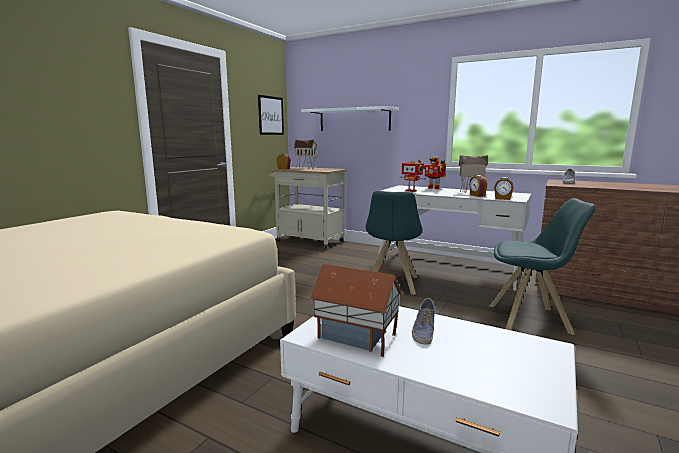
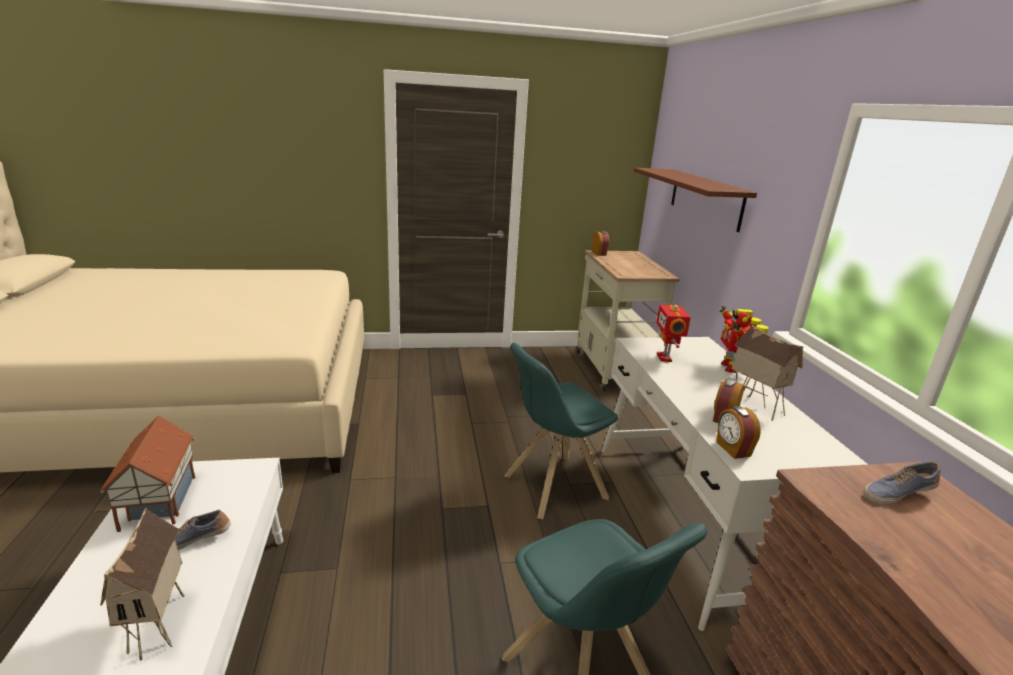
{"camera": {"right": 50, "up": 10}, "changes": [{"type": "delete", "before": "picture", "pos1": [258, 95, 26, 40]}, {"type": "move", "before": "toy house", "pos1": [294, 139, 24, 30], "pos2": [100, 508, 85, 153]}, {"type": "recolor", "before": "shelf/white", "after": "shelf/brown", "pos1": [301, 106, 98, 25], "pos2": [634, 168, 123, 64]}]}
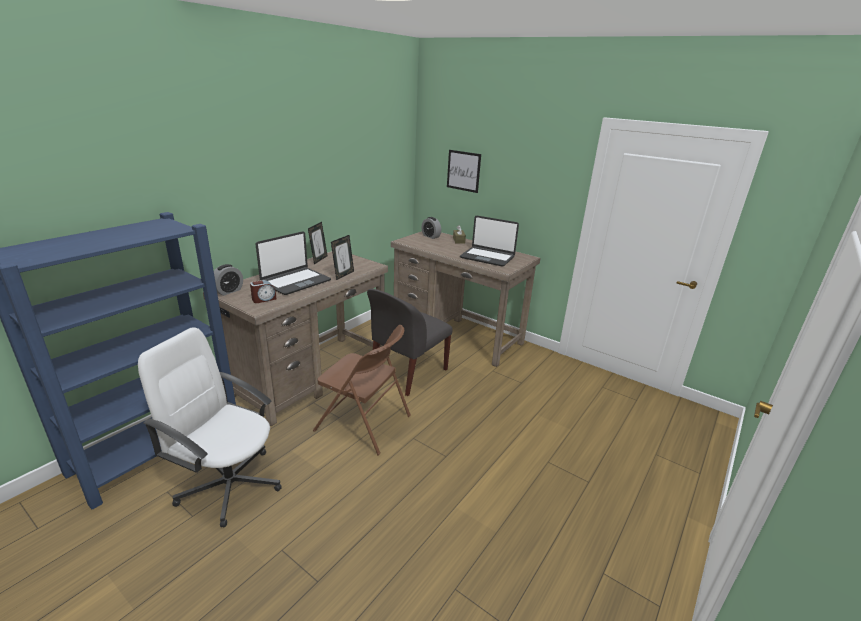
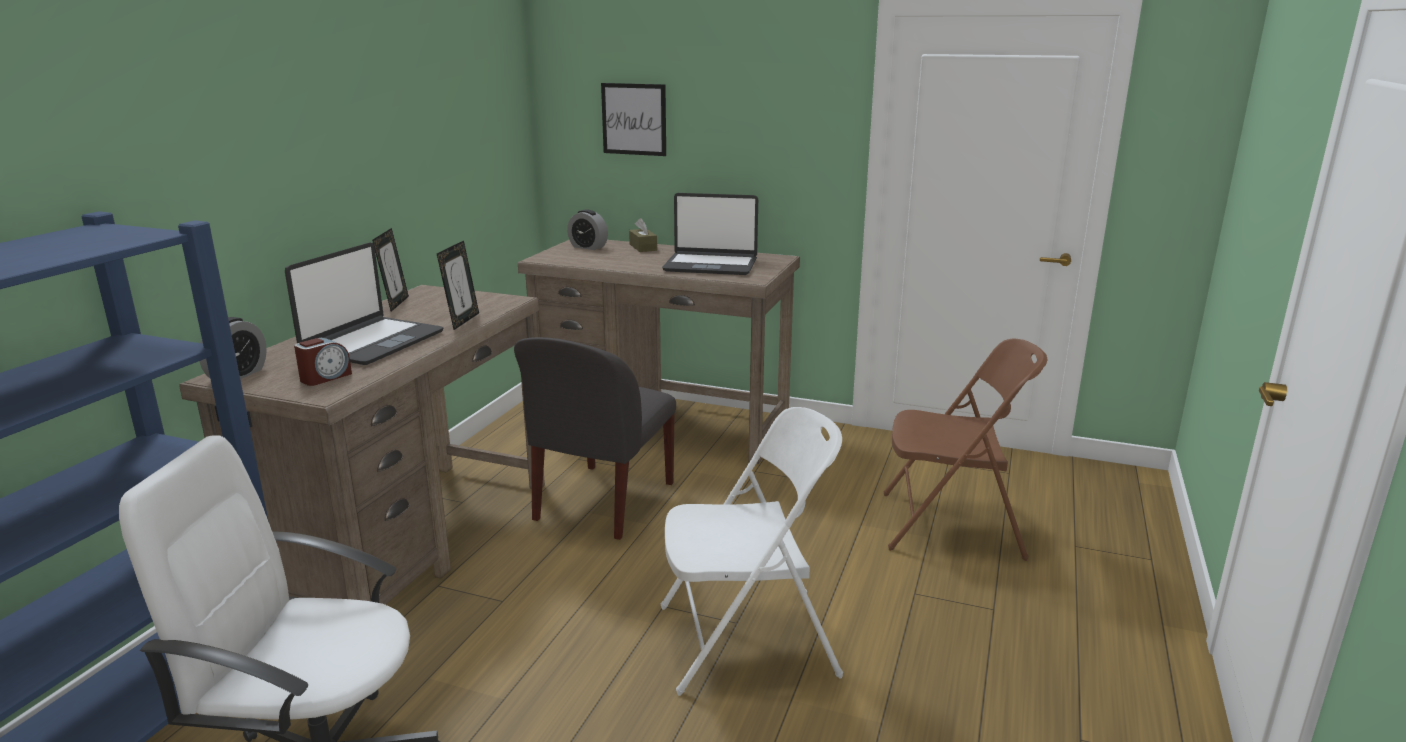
{"camera": {"right": -15, "up": -5}, "changes": [{"type": "insert", "after": "chair/white", "pos2": [661, 407, 182, 289]}, {"type": "move", "before": "chair/brown", "pos1": [313, 325, 98, 131], "pos2": [884, 339, 163, 222]}]}
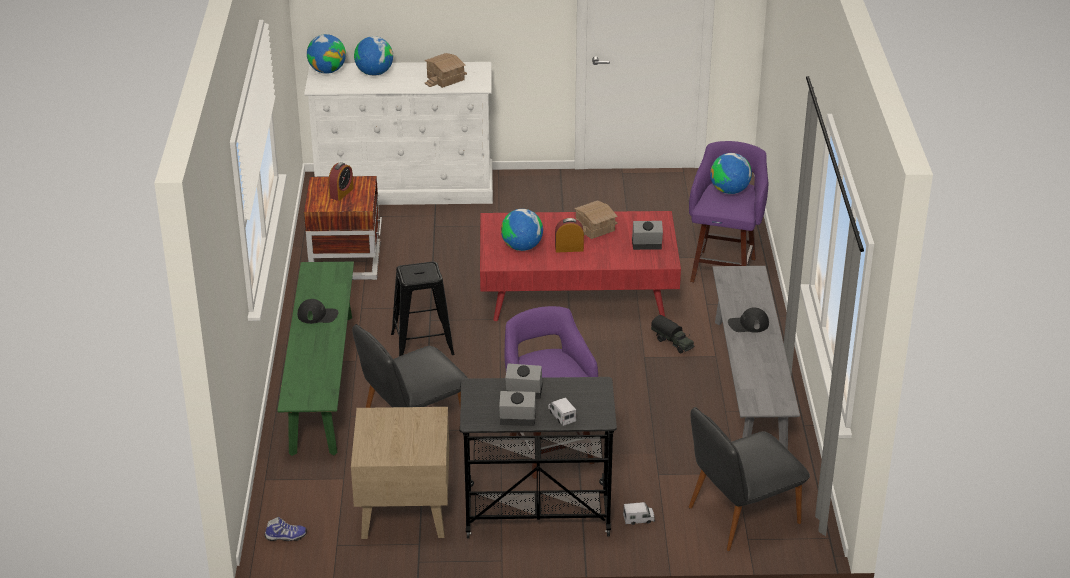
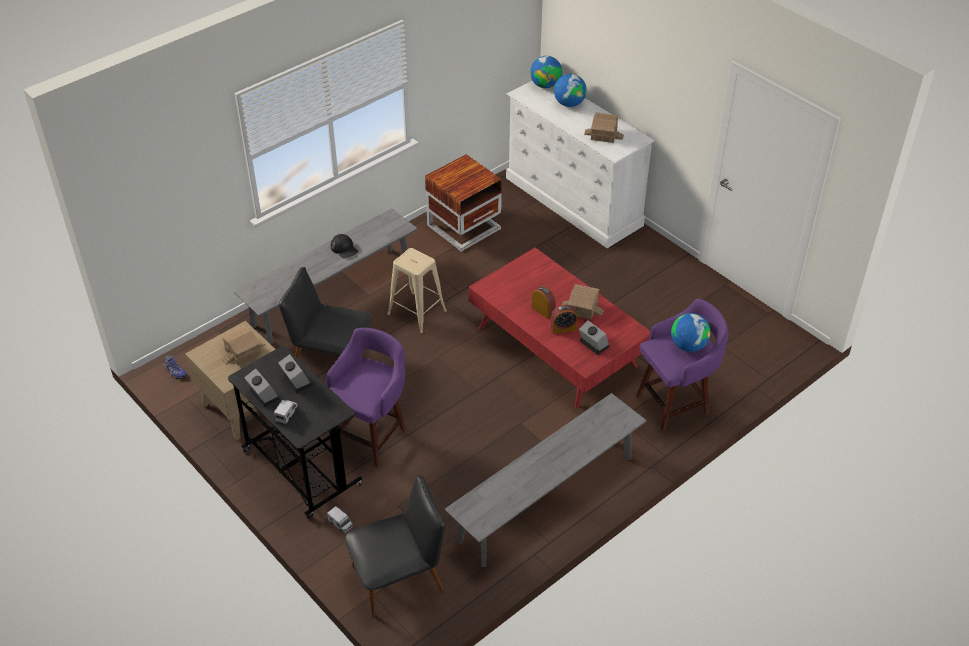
{"camera": {"right": 50, "up": 10}, "changes": [{"type": "delete", "before": "globe", "pos1": [501, 209, 42, 42]}, {"type": "delete", "before": "toy truck", "pos1": [651, 315, 44, 38]}, {"type": "delete", "before": "cap/black", "pos1": [728, 307, 41, 26]}, {"type": "insert", "after": "toy house", "pos2": [221, 325, 44, 40]}, {"type": "move", "before": "alarm clock", "pos1": [329, 162, 25, 39], "pos2": [551, 304, 26, 30]}, {"type": "recolor", "before": "bench/green", "after": "bench/grey", "pos1": [277, 262, 77, 194], "pos2": [234, 208, 184, 136]}, {"type": "recolor", "before": "stool/black", "after": "stool/beige", "pos1": [391, 261, 64, 95], "pos2": [387, 248, 60, 85]}, {"type": "rotate", "before": "chair/black", "pos1": [689, 407, 121, 144], "pos2": [345, 475, 101, 142], "turn": 135}]}
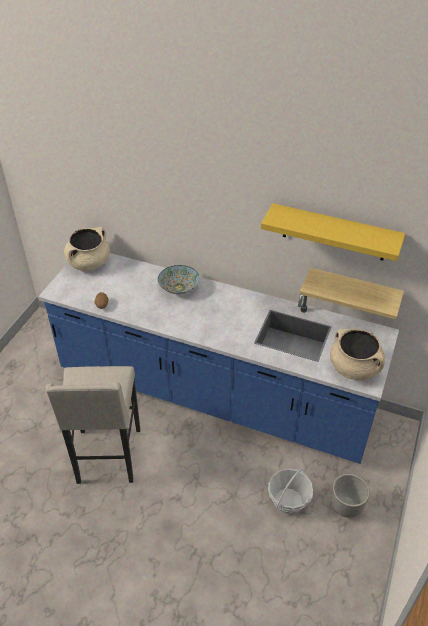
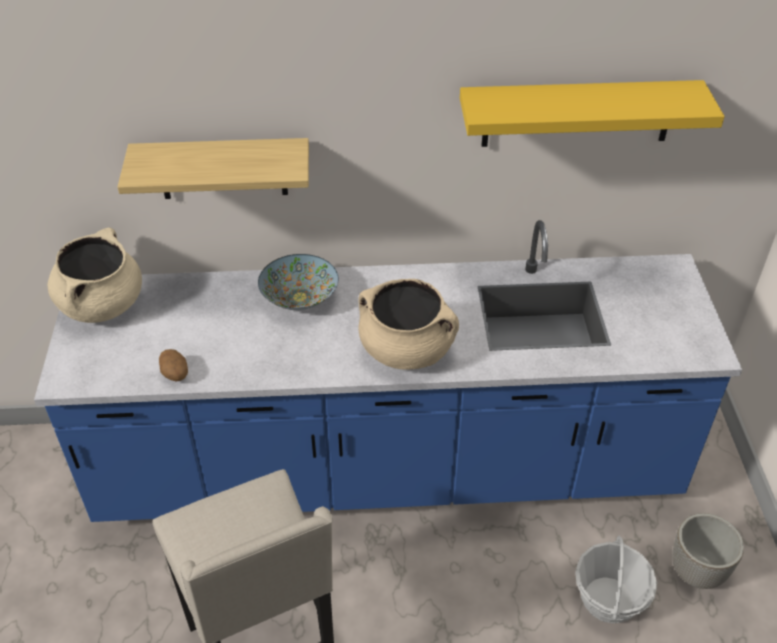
{"camera": {"right": -25, "up": 0}, "changes": [{"type": "move", "before": "shelf", "pos1": [299, 268, 105, 51], "pos2": [118, 138, 191, 61]}, {"type": "move", "before": "cooking pot/beige", "pos1": [330, 329, 55, 52], "pos2": [358, 279, 101, 91]}]}
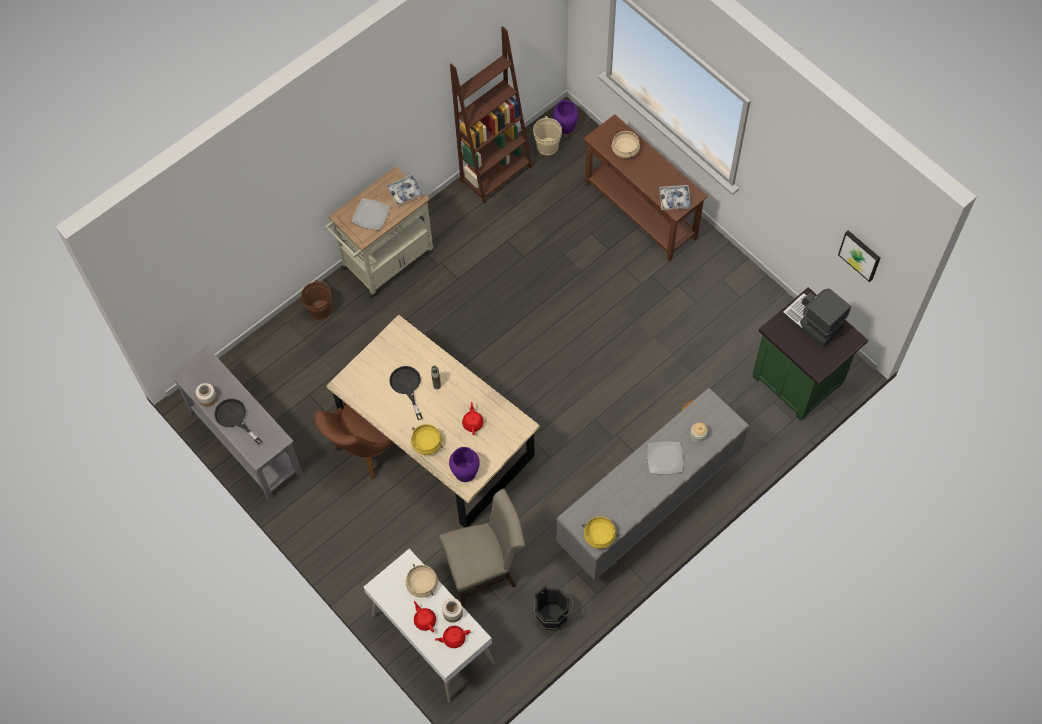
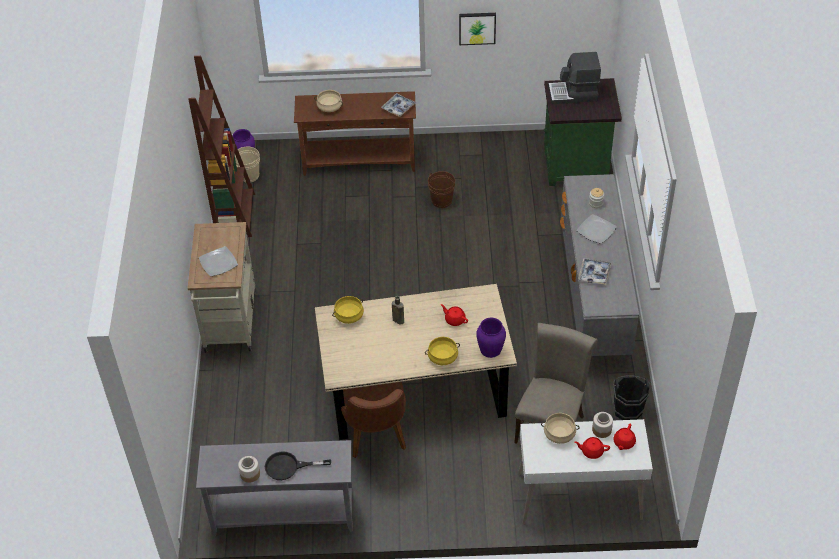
{"camera": {"right": -50, "up": -15}, "changes": [{"type": "delete", "before": "frying pan/black", "pos1": [389, 366, 34, 54]}, {"type": "move", "before": "bucket/brown", "pos1": [301, 280, 31, 40], "pos2": [428, 171, 27, 37]}, {"type": "move", "before": "tray", "pos1": [386, 174, 38, 32], "pos2": [578, 258, 34, 27]}, {"type": "move", "before": "cooking pot/yellow", "pos1": [582, 516, 37, 33], "pos2": [332, 296, 32, 28]}, {"type": "move", "before": "picture", "pos1": [838, 230, 42, 52], "pos2": [459, 13, 37, 32]}]}
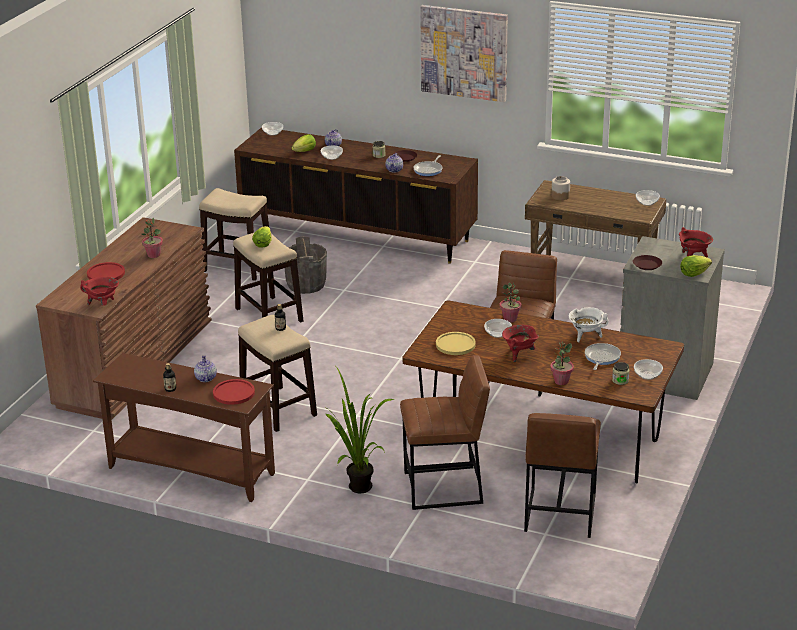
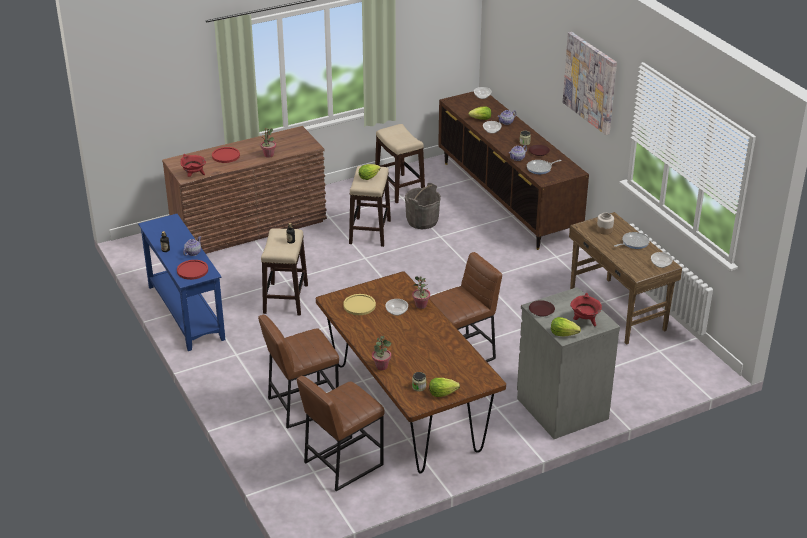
{"camera": {"right": 40, "up": 5}, "changes": [{"type": "delete", "before": "potted plant", "pos1": [324, 367, 70, 126]}, {"type": "delete", "before": "cooking pot/red", "pos1": [502, 325, 37, 37]}, {"type": "delete", "before": "cooking pot/white", "pos1": [569, 307, 40, 35]}, {"type": "move", "before": "frying pan", "pos1": [585, 343, 36, 27], "pos2": [614, 232, 36, 17]}, {"type": "replace", "before": "bowl", "after": "lettuce", "pos1": [634, 359, 29, 21], "pos2": [429, 378, 31, 19]}, {"type": "recolor", "before": "console table/brown", "after": "console table/blue", "pos1": [93, 353, 182, 149], "pos2": [138, 214, 87, 137]}, {"type": "rotate", "before": "chair/brown", "pos1": [400, 355, 90, 155], "pos2": [258, 314, 81, 115], "turn": 120}]}
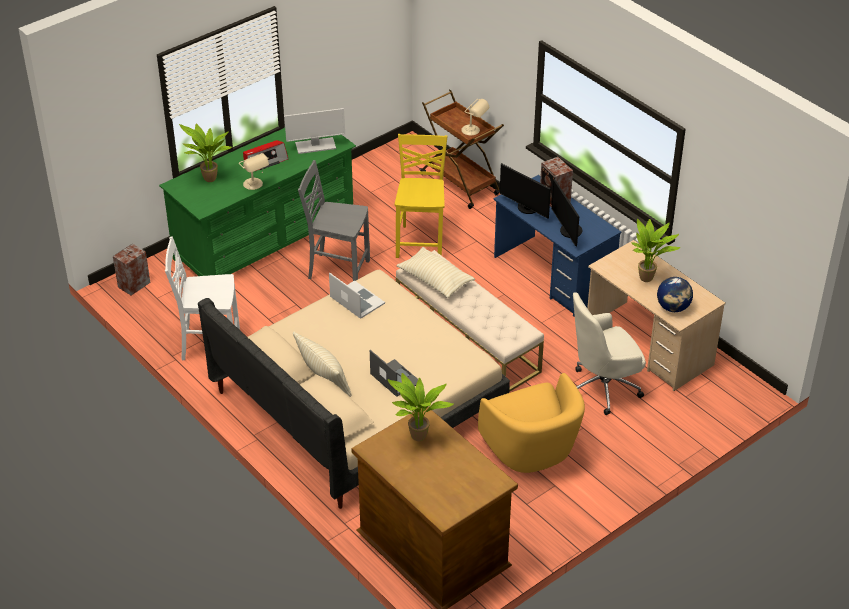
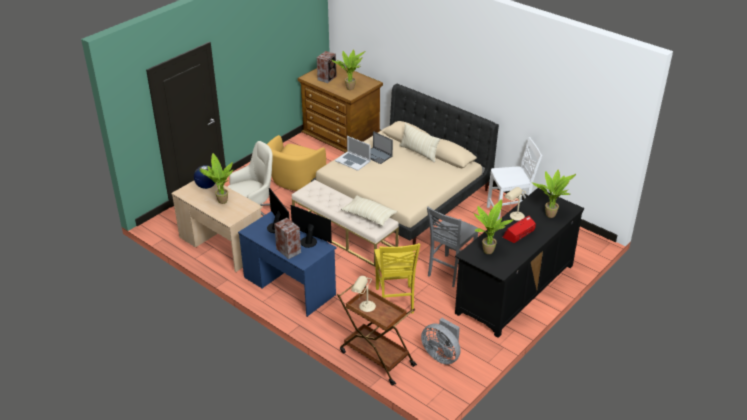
{"camera": {"right": 170, "up": -5}, "changes": [{"type": "insert", "after": "fan/grey", "pos2": [421, 318, 39, 46]}, {"type": "move", "before": "speaker", "pos1": [113, 243, 37, 52], "pos2": [317, 51, 20, 32]}, {"type": "move", "before": "laptop", "pos1": [329, 272, 56, 47], "pos2": [335, 136, 36, 35]}, {"type": "replace", "before": "monitor", "after": "potted plant", "pos1": [284, 108, 61, 46], "pos2": [474, 199, 40, 55]}, {"type": "recolor", "before": "dresser/green", "after": "dresser/black", "pos1": [159, 128, 197, 148], "pos2": [455, 188, 129, 150]}, {"type": "rotate", "before": "chair/grey", "pos1": [298, 160, 72, 121], "pos2": [427, 207, 51, 80], "turn": 120}, {"type": "rotate", "before": "armchair/yellow", "pos1": [478, 373, 107, 100], "pos2": [267, 135, 59, 56], "turn": -120}]}
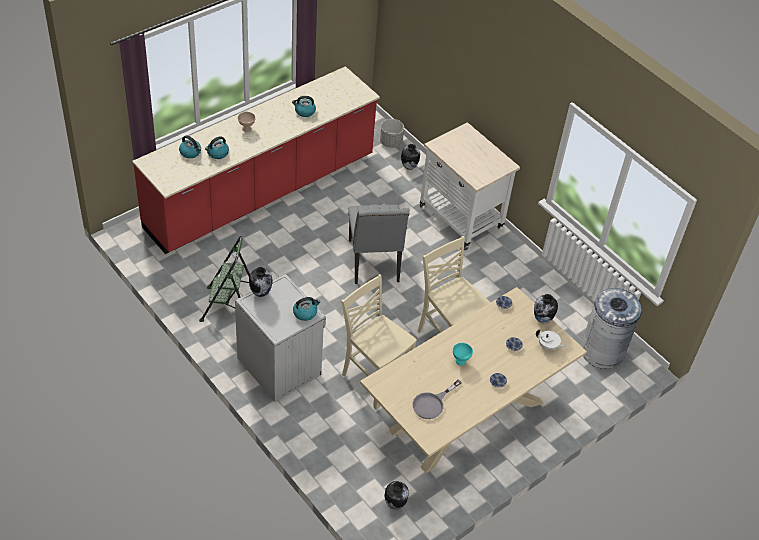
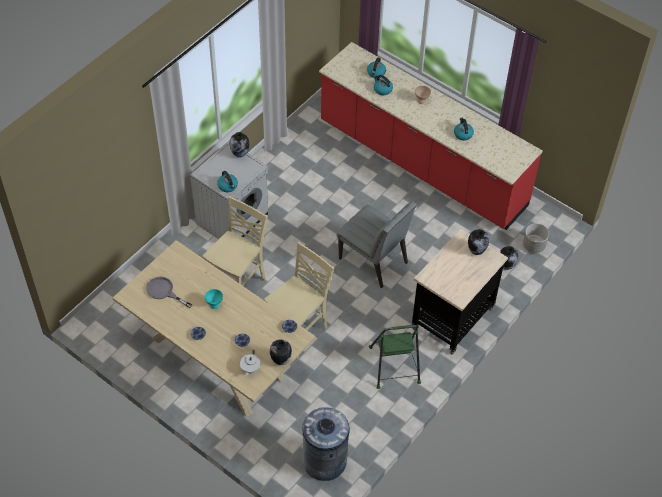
{"camera": {"right": 80, "up": 5}, "changes": [{"type": "move", "before": "step ladder/green", "pos1": [199, 236, 51, 86], "pos2": [369, 325, 52, 64]}, {"type": "move", "before": "vase", "pos1": [384, 481, 25, 29], "pos2": [468, 229, 21, 26]}, {"type": "recolor", "before": "cart/white", "after": "cart/black", "pos1": [419, 122, 101, 128], "pos2": [412, 228, 96, 127]}, {"type": "rotate", "before": "chair/grey", "pos1": [349, 204, 61, 80], "pos2": [337, 201, 79, 87], "turn": -120}]}
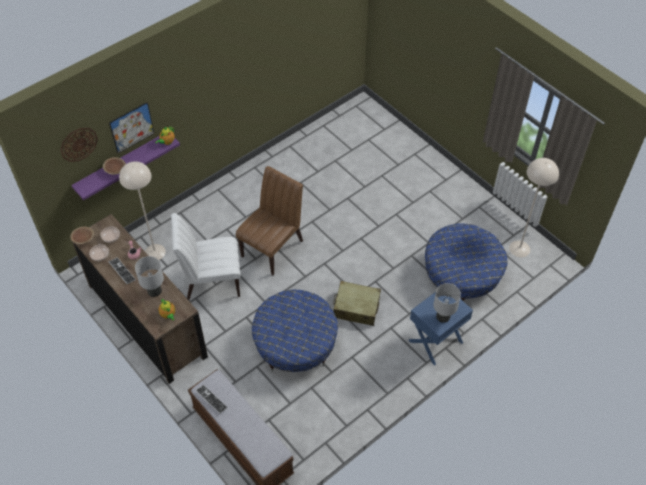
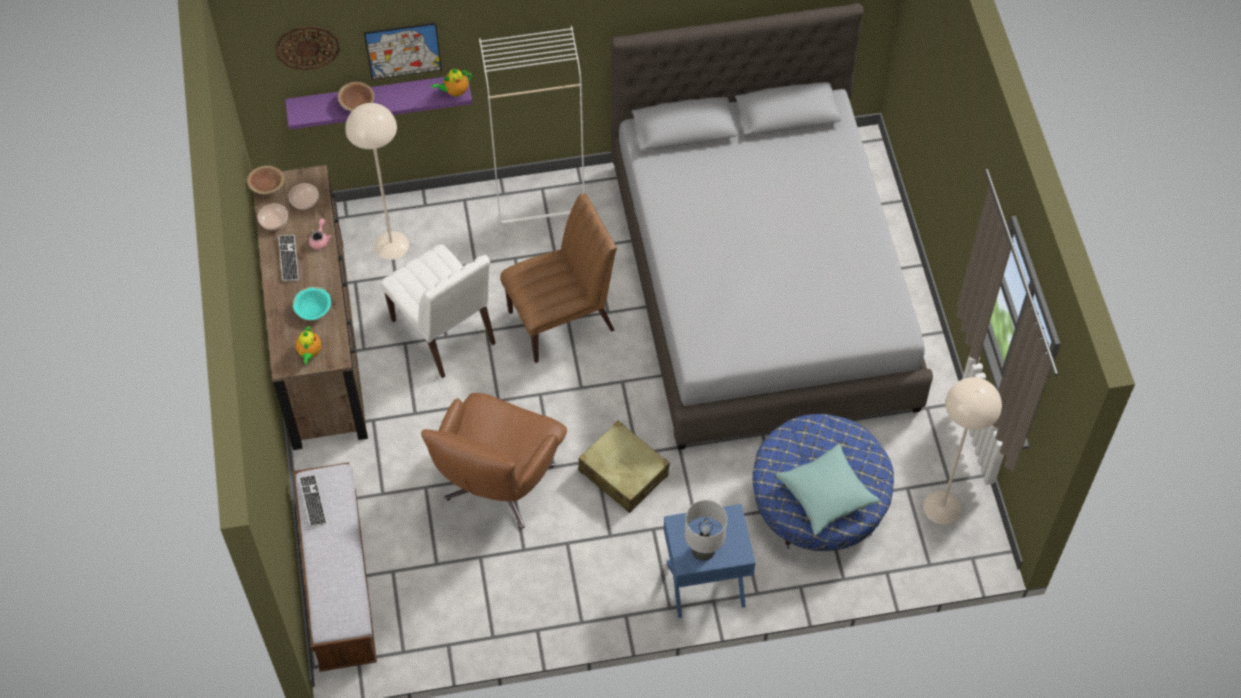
{"camera": {"right": 30, "up": 5}, "changes": [{"type": "insert", "after": "clothes rack/white", "pos2": [479, 26, 105, 198]}, {"type": "insert", "after": "bed/grey", "pos2": [611, 3, 322, 447]}, {"type": "insert", "after": "pillow/turquoise", "pos2": [776, 444, 104, 92]}, {"type": "replace", "before": "table lamp/grey", "after": "bowl/turquoise", "pos1": [135, 256, 29, 41], "pos2": [293, 287, 38, 33]}, {"type": "replace", "before": "ottoman/blue", "after": "armchair/brown", "pos1": [252, 290, 86, 82], "pos2": [421, 393, 146, 136]}, {"type": "rotate", "before": "chair/white", "pos1": [171, 213, 70, 87], "pos2": [380, 244, 116, 134], "turn": -150}]}
